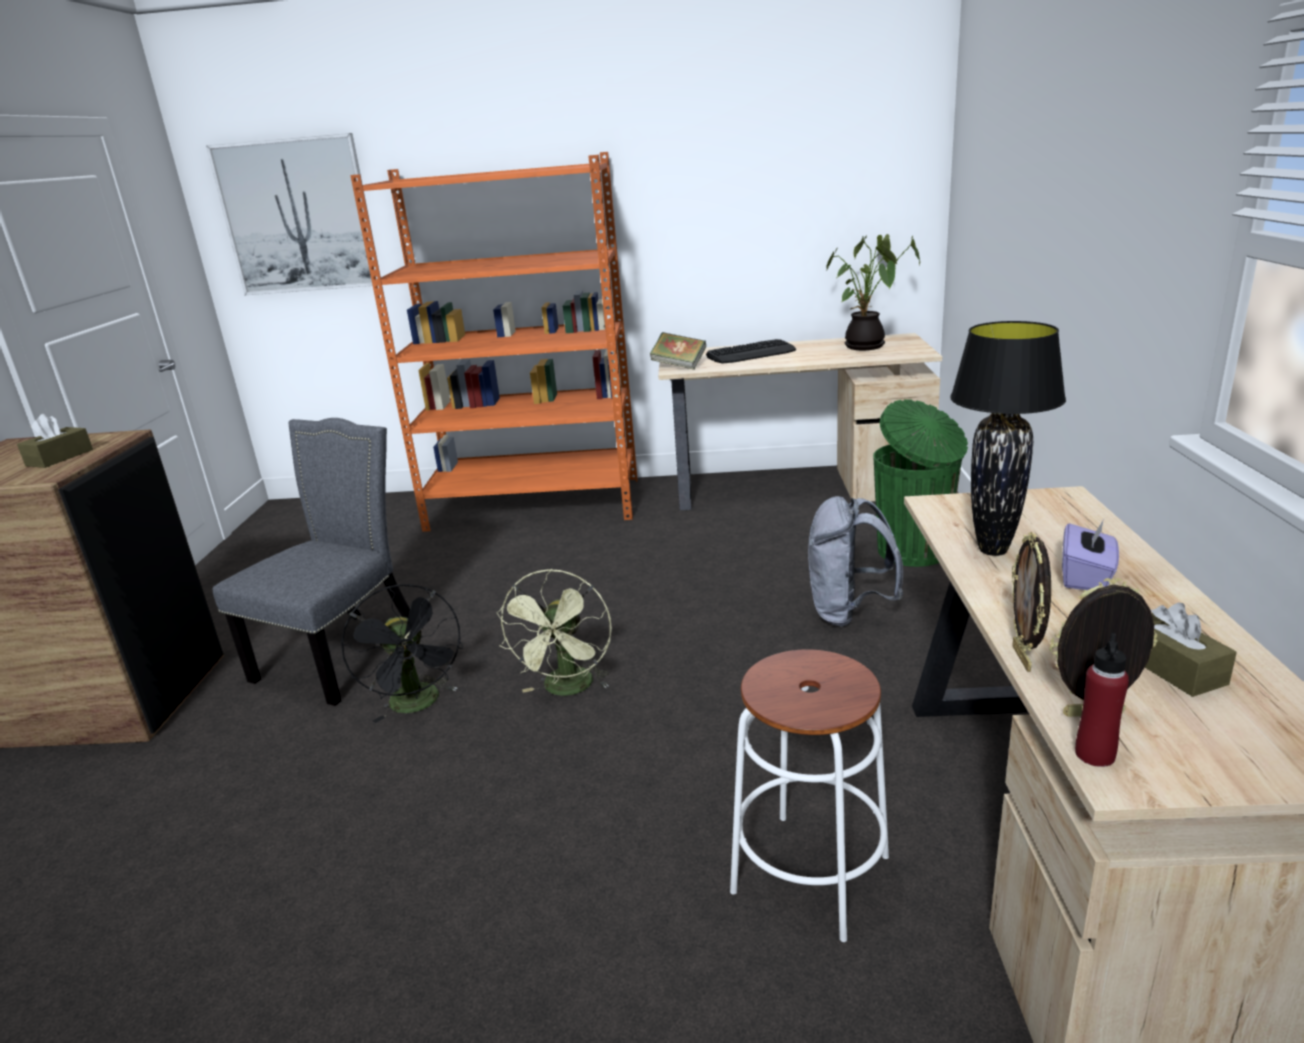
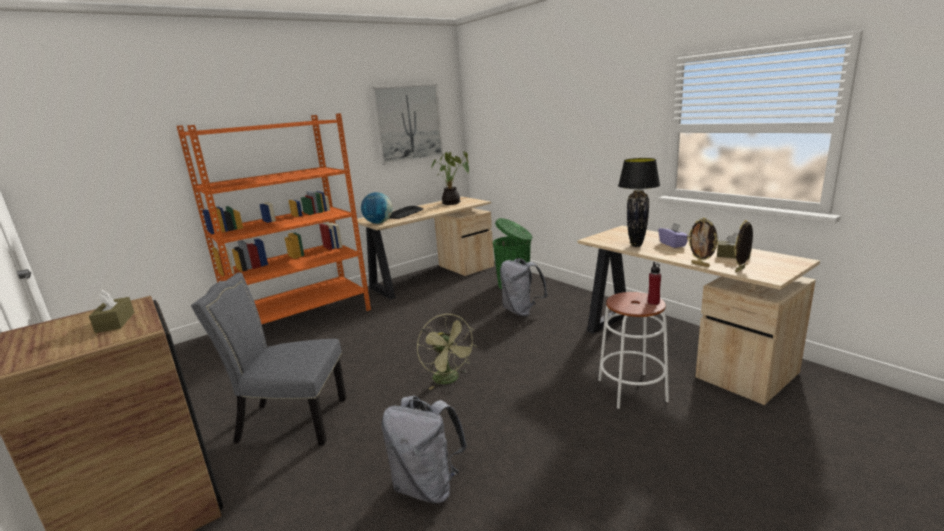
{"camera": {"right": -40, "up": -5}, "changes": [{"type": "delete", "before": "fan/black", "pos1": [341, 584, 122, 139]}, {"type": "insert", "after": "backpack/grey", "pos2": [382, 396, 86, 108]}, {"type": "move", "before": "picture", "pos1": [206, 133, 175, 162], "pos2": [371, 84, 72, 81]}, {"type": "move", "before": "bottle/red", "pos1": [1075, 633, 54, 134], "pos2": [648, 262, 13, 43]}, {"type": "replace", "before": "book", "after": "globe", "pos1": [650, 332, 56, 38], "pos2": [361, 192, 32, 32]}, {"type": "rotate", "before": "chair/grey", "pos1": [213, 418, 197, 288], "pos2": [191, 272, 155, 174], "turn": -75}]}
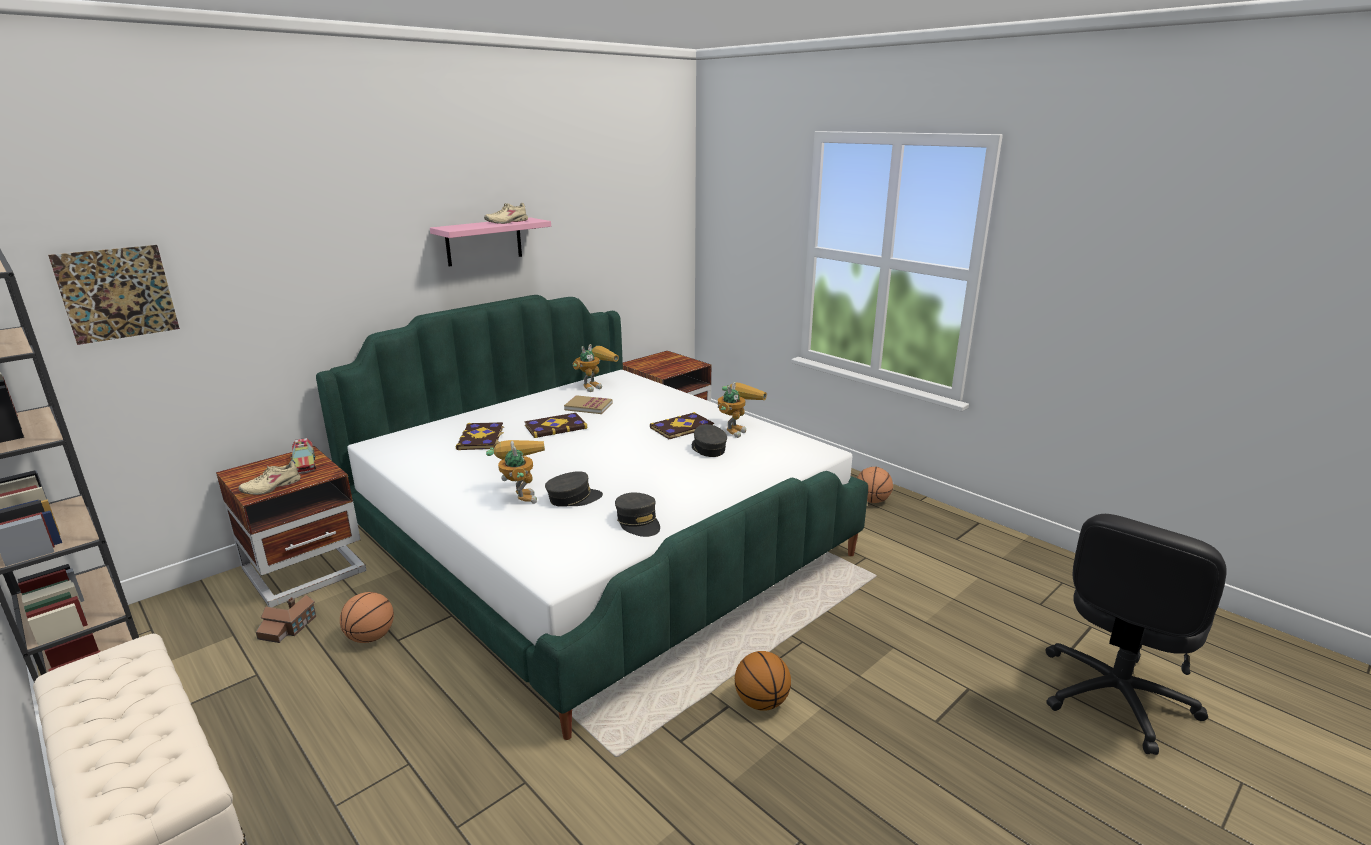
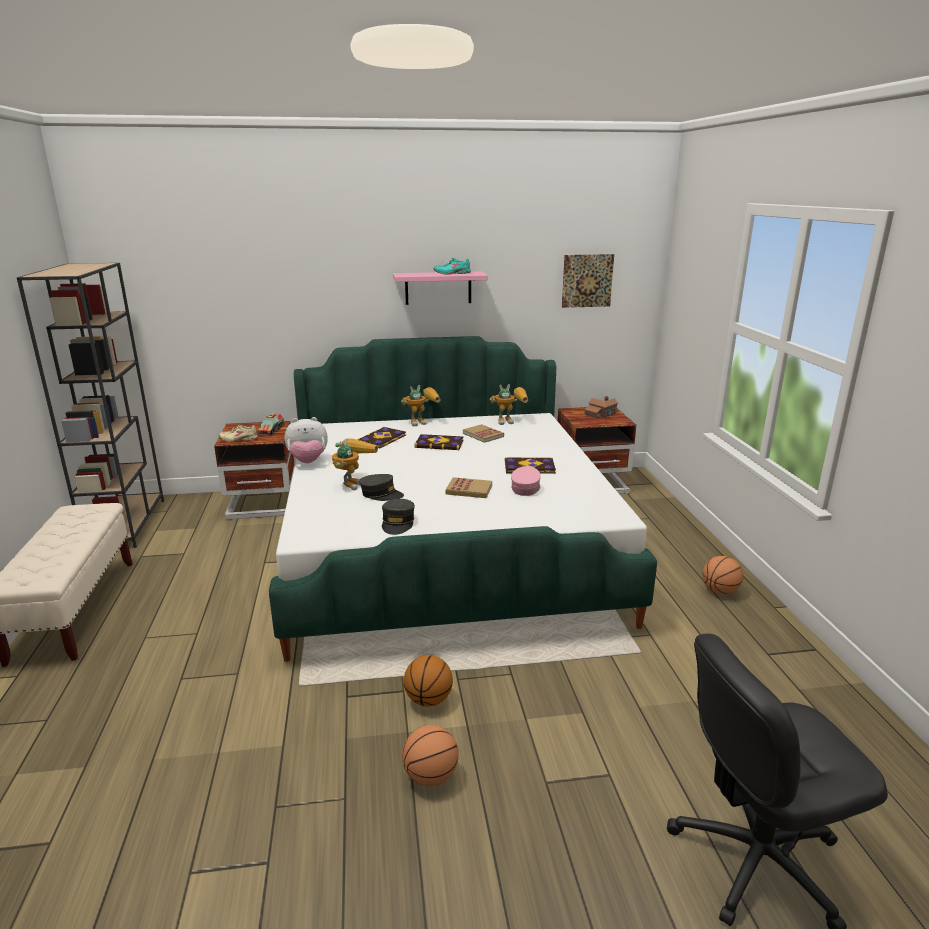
{"camera": {"right": 35, "up": 0}, "changes": [{"type": "insert", "after": "plush toy", "pos2": [285, 417, 43, 46]}, {"type": "insert", "after": "book", "pos2": [445, 477, 47, 21]}, {"type": "move", "before": "picture", "pos1": [48, 245, 132, 100], "pos2": [562, 254, 52, 54]}, {"type": "move", "before": "toy house", "pos1": [256, 595, 60, 48], "pos2": [584, 396, 34, 22]}, {"type": "move", "before": "basketball", "pos1": [340, 592, 54, 51], "pos2": [402, 725, 57, 61]}, {"type": "move", "before": "toy robot", "pos1": [718, 382, 49, 56], "pos2": [401, 385, 40, 41]}, {"type": "recolor", "before": "shoe/beige", "after": "shoe/turquoise", "pos1": [484, 203, 44, 21], "pos2": [434, 258, 37, 16]}, {"type": "recolor", "before": "cap/grey", "after": "cap/pink", "pos1": [692, 424, 35, 33], "pos2": [511, 466, 30, 30]}]}
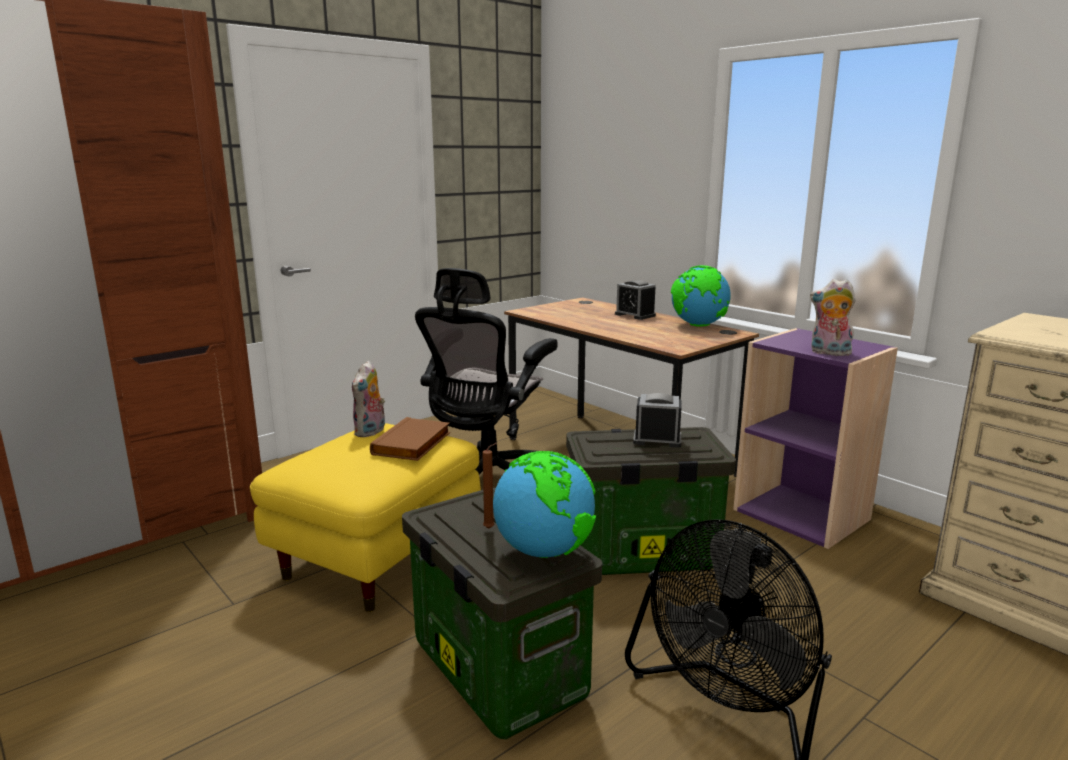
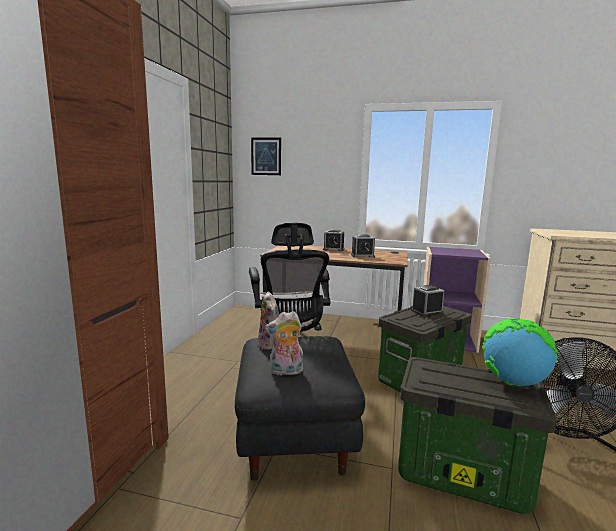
{"camera": {"right": -35, "up": -5}, "changes": [{"type": "delete", "before": "book/brown", "pos1": [370, 417, 80, 44]}, {"type": "delete", "before": "candle/brown", "pos1": [482, 443, 15, 85]}, {"type": "delete", "before": "globe", "pos1": [671, 265, 60, 62]}, {"type": "insert", "after": "picture", "pos2": [251, 137, 30, 38]}, {"type": "insert", "after": "alarm clock", "pos2": [351, 234, 24, 24]}, {"type": "move", "before": "plush toy", "pos1": [810, 279, 46, 77], "pos2": [265, 311, 38, 64]}, {"type": "recolor", "before": "ottoman/yellow", "after": "ottoman/black", "pos1": [250, 423, 231, 189], "pos2": [235, 336, 130, 145]}]}
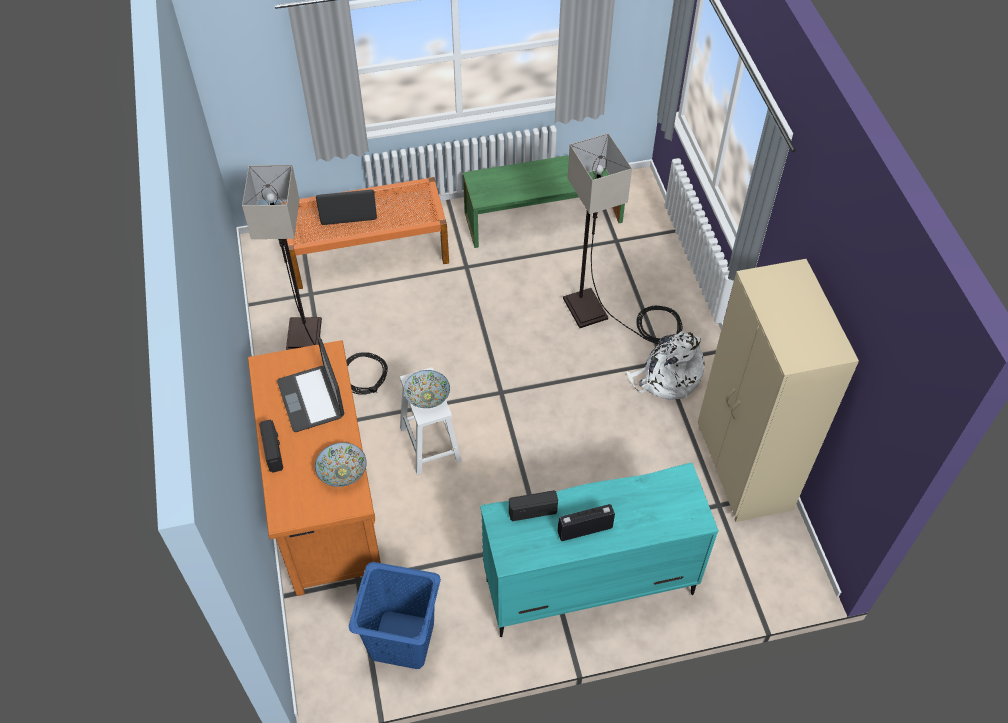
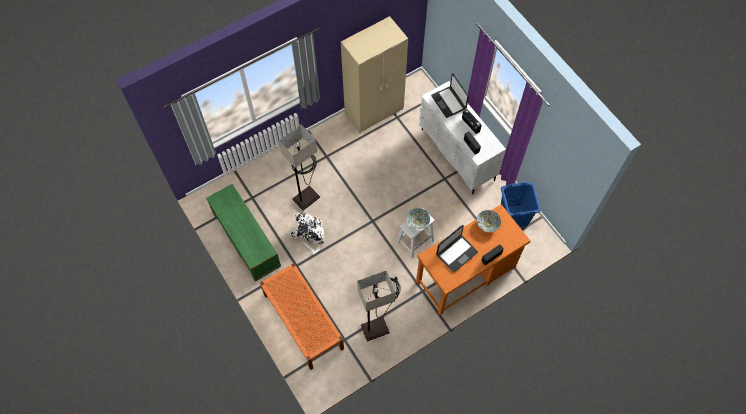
{"camera": {"right": -110, "up": 10}, "changes": [{"type": "move", "before": "laptop", "pos1": [316, 190, 61, 35], "pos2": [431, 74, 38, 44]}, {"type": "move", "before": "backpack/white", "pos1": [626, 331, 79, 69], "pos2": [291, 213, 33, 42]}, {"type": "recolor", "before": "dresser/turquoise", "after": "dresser/white", "pos1": [480, 462, 239, 175], "pos2": [419, 81, 87, 113]}]}
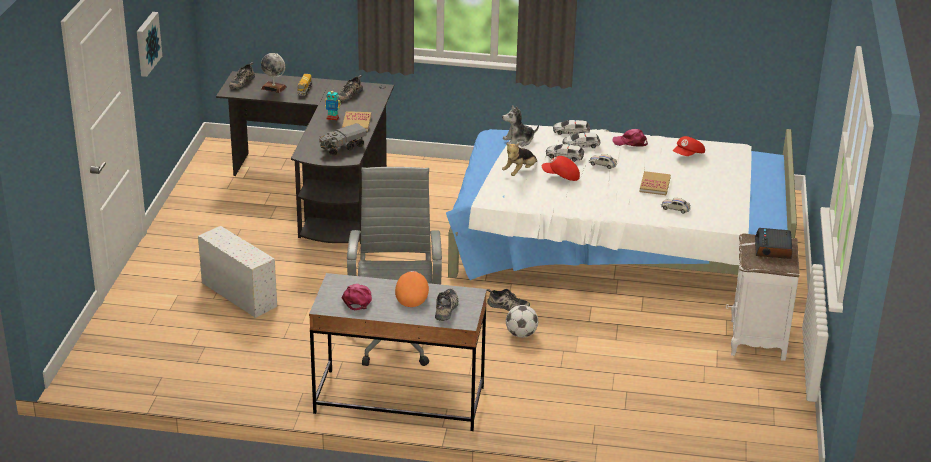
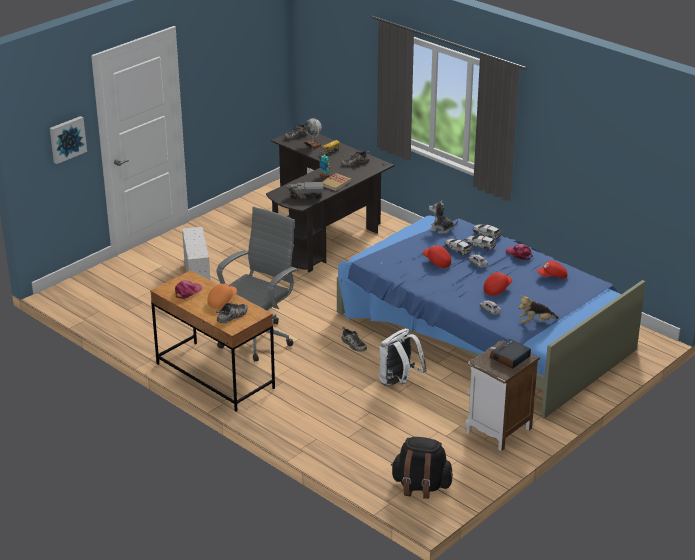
{"camera": {"right": 35, "up": 0}, "changes": [{"type": "delete", "before": "football", "pos1": [506, 305, 32, 33]}, {"type": "insert", "after": "backpack/white", "pos2": [379, 329, 48, 57]}, {"type": "insert", "after": "backpack/black", "pos2": [391, 437, 62, 62]}, {"type": "move", "before": "picture", "pos1": [137, 12, 25, 65], "pos2": [50, 116, 37, 48]}, {"type": "move", "before": "plush toy", "pos1": [502, 143, 35, 33], "pos2": [519, 295, 40, 29]}, {"type": "replace", "before": "book", "after": "cap/red", "pos1": [640, 171, 31, 24], "pos2": [484, 272, 28, 24]}, {"type": "recolor", "before": "desk/grey", "after": "desk/brown", "pos1": [309, 273, 178, 158], "pos2": [150, 270, 125, 142]}, {"type": "recolor", "before": "bed/white", "after": "bed/blue", "pos1": [446, 125, 351, 155], "pos2": [337, 215, 309, 204]}]}
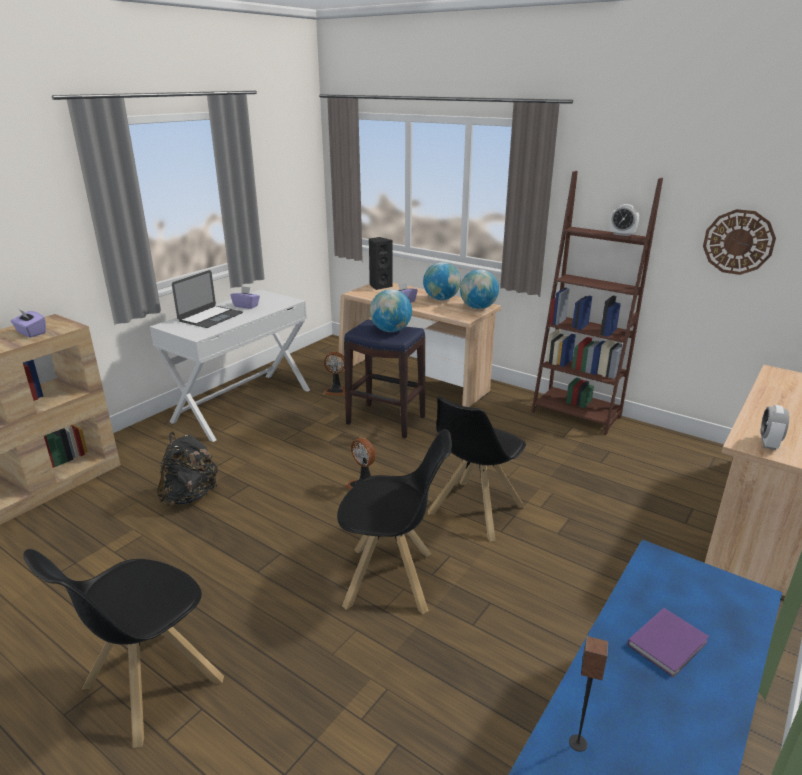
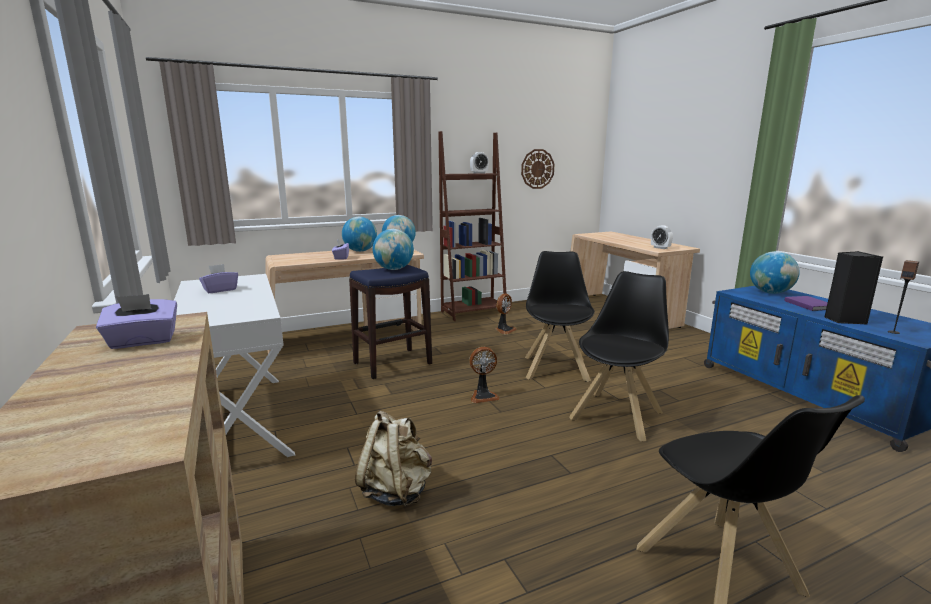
{"camera": {"right": -60, "up": -10}, "changes": [{"type": "delete", "before": "laptop", "pos1": [172, 270, 71, 58]}, {"type": "insert", "after": "globe", "pos2": [750, 251, 50, 43]}, {"type": "move", "before": "fan", "pos1": [323, 352, 22, 44], "pos2": [495, 294, 22, 40]}, {"type": "move", "before": "speaker/black", "pos1": [369, 237, 23, 53], "pos2": [824, 251, 59, 73]}, {"type": "recolor", "before": "backpack/black", "after": "backpack/beige", "pos1": [157, 432, 61, 74], "pos2": [355, 410, 77, 97]}, {"type": "rotate", "before": "chair/black", "pos1": [427, 396, 99, 146], "pos2": [525, 251, 70, 131], "turn": -150}]}
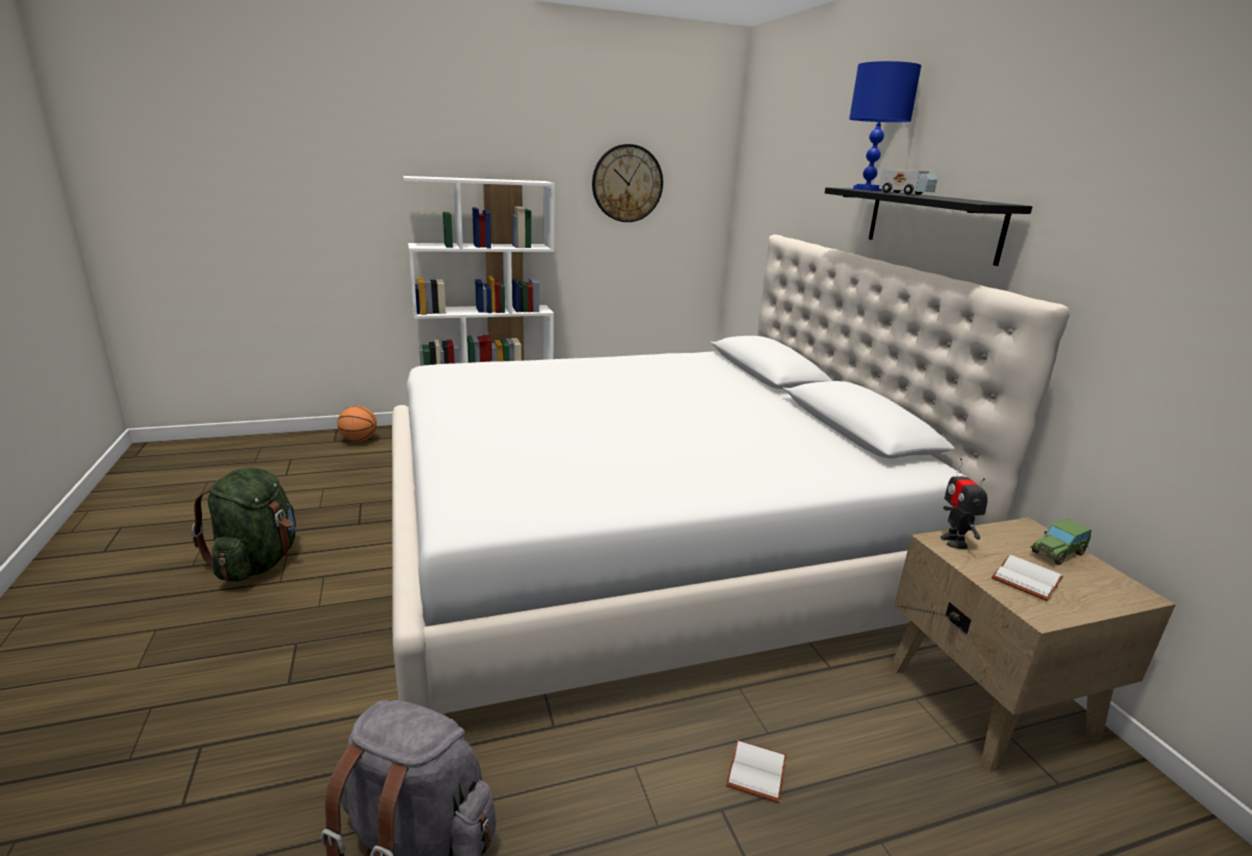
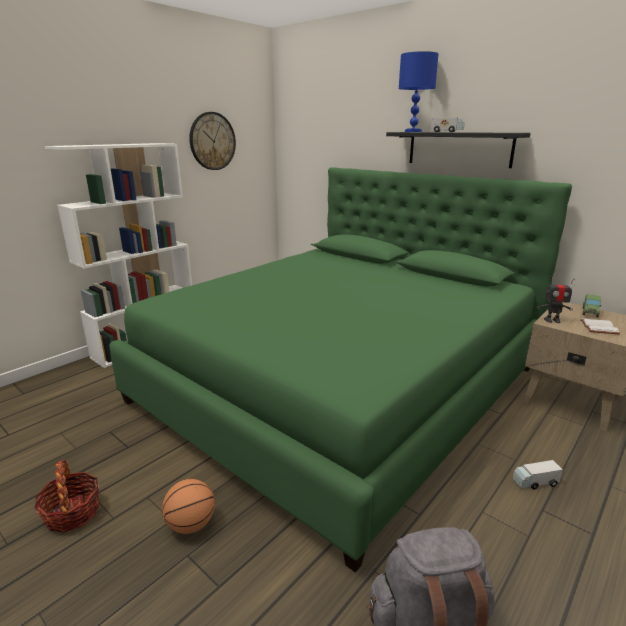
{"camera": {"right": -30, "up": 0}, "changes": [{"type": "move", "before": "basketball", "pos1": [337, 406, 40, 36], "pos2": [162, 479, 53, 55]}, {"type": "replace", "before": "backpack/green", "after": "basket", "pos1": [192, 468, 104, 114], "pos2": [34, 460, 66, 73]}, {"type": "replace", "before": "book/white", "after": "toy truck", "pos1": [726, 740, 61, 63], "pos2": [513, 460, 50, 30]}, {"type": "recolor", "before": "bed/white", "after": "bed/green", "pos1": [392, 234, 678, 480], "pos2": [109, 167, 463, 406]}, {"type": "rotate", "before": "toy robot", "pos1": [940, 458, 48, 91], "pos2": [537, 279, 38, 44], "turn": -45}]}
